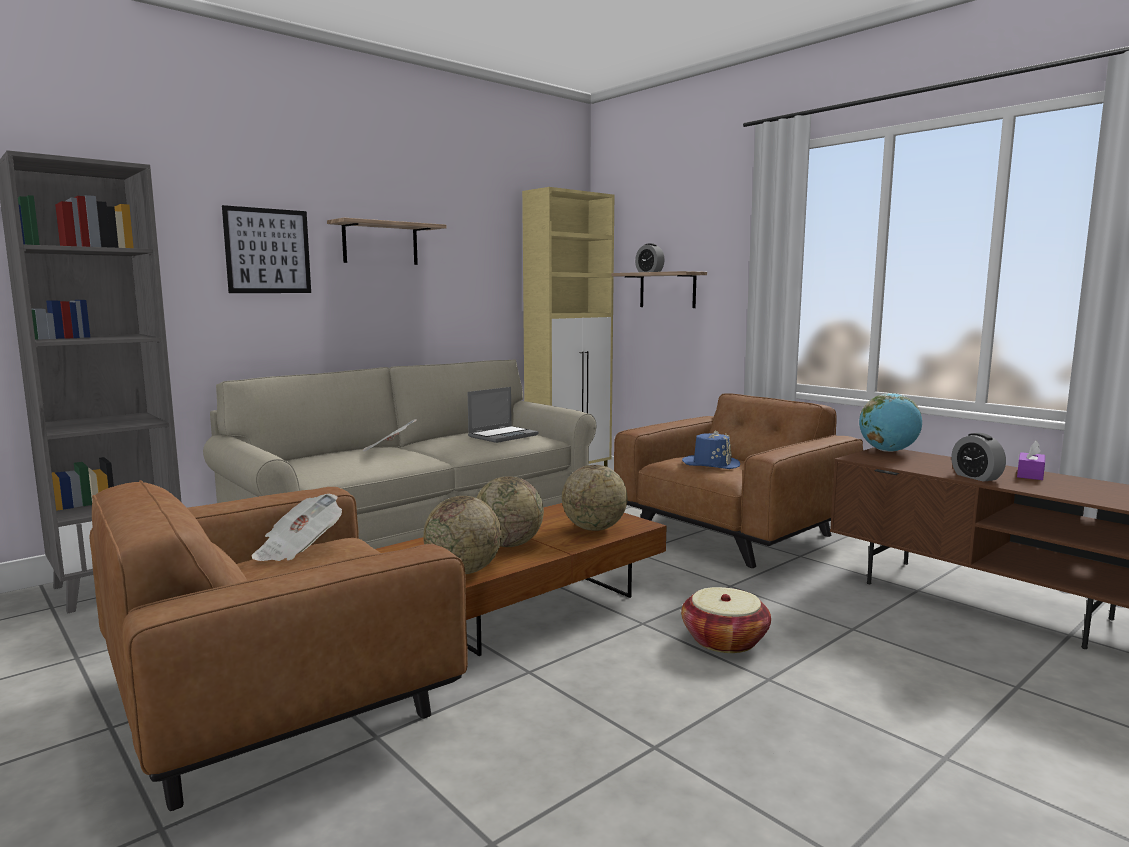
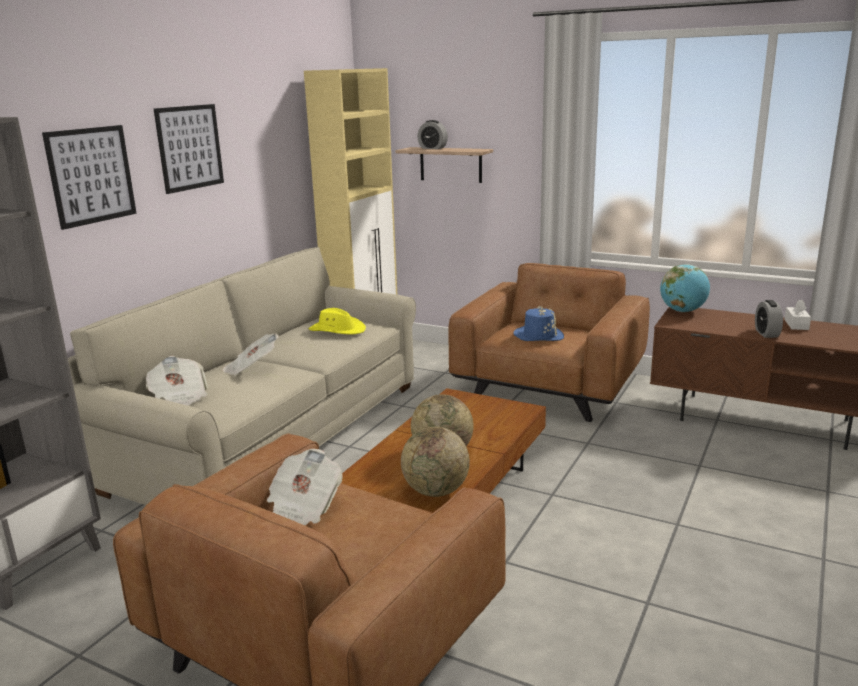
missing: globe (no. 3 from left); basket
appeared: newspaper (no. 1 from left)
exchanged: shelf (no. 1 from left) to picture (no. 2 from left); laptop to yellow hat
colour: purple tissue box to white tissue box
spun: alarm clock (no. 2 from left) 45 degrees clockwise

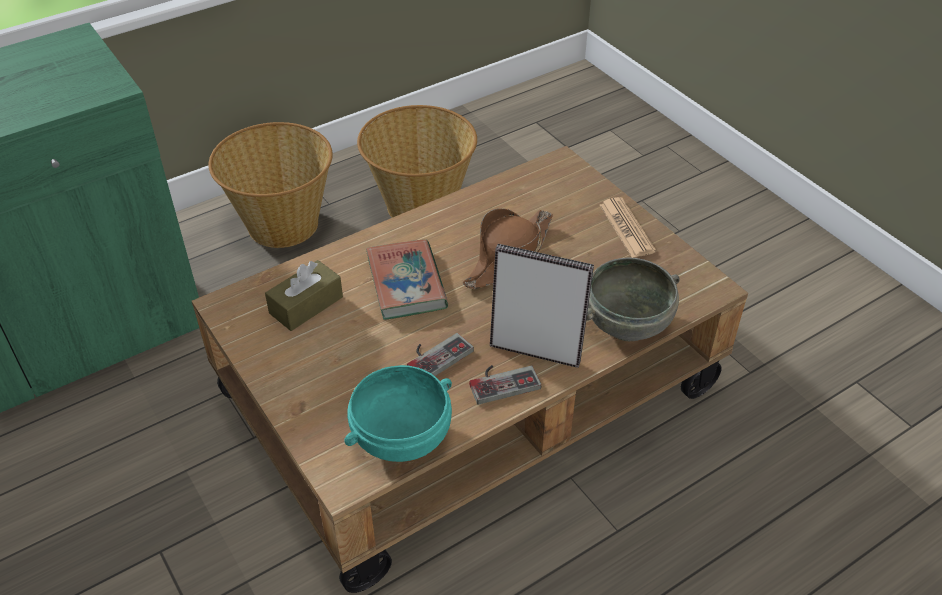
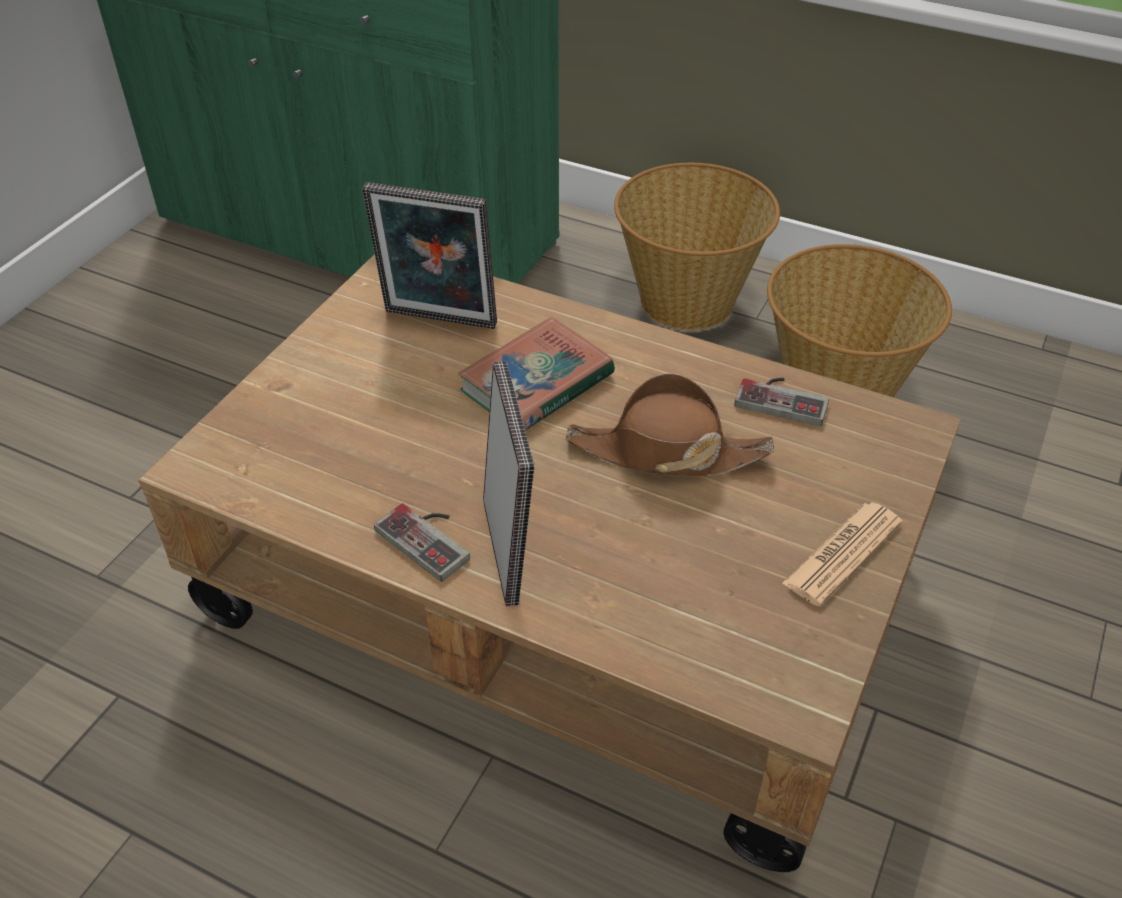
missing: grey bowl; turquoise bowl
relocated: game controller (no. 1 from left in the first image) to game controller (no. 2 from left)
exchanged: brown tissue box to picture frame (no. 1 from left)

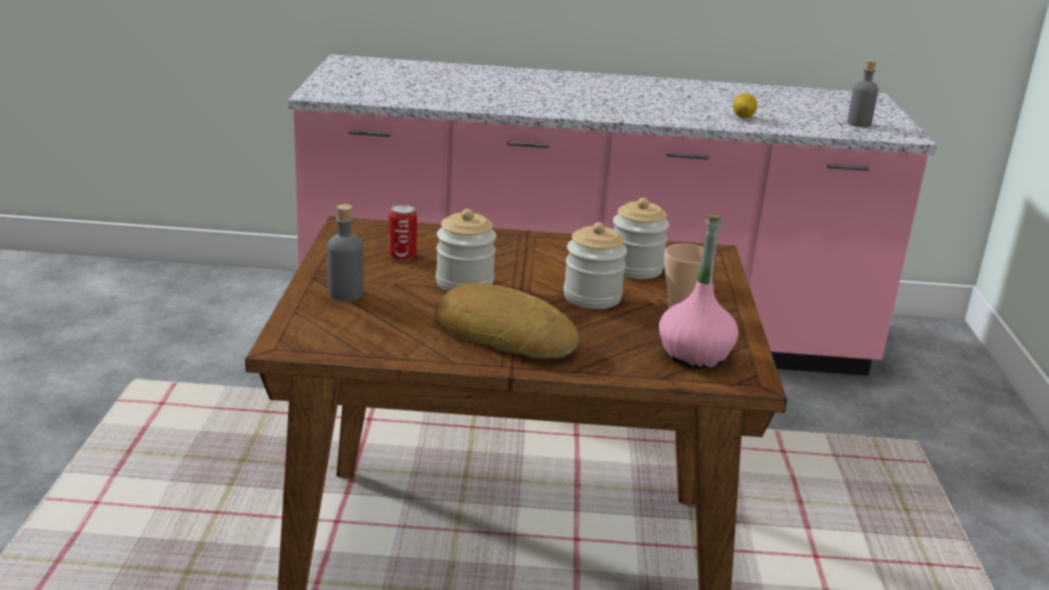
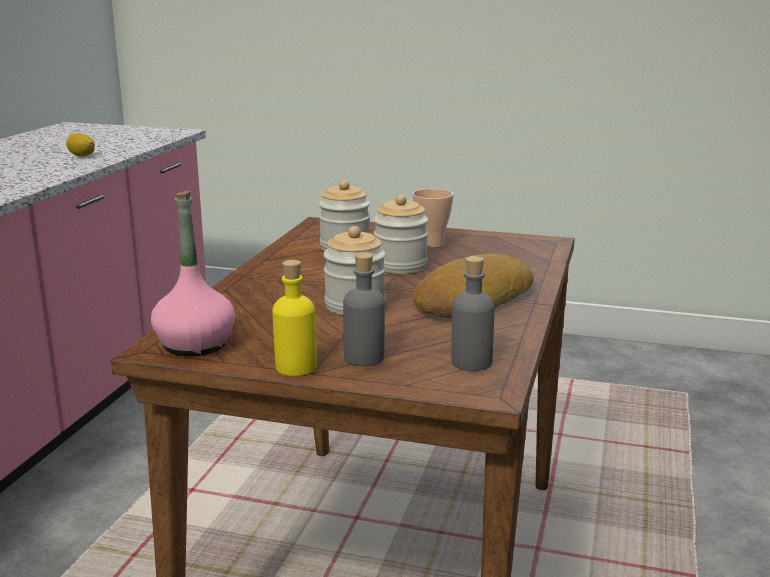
missing: can
appeared: yellow bottle
relocated: grey bottle (no. 2 from left); pink bottle

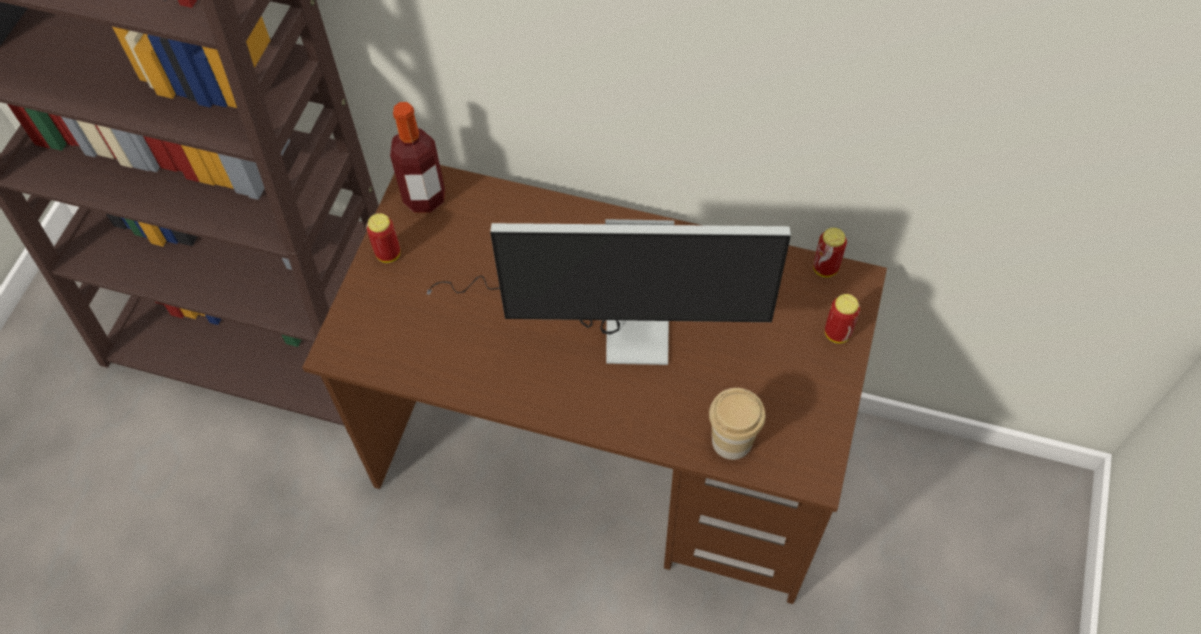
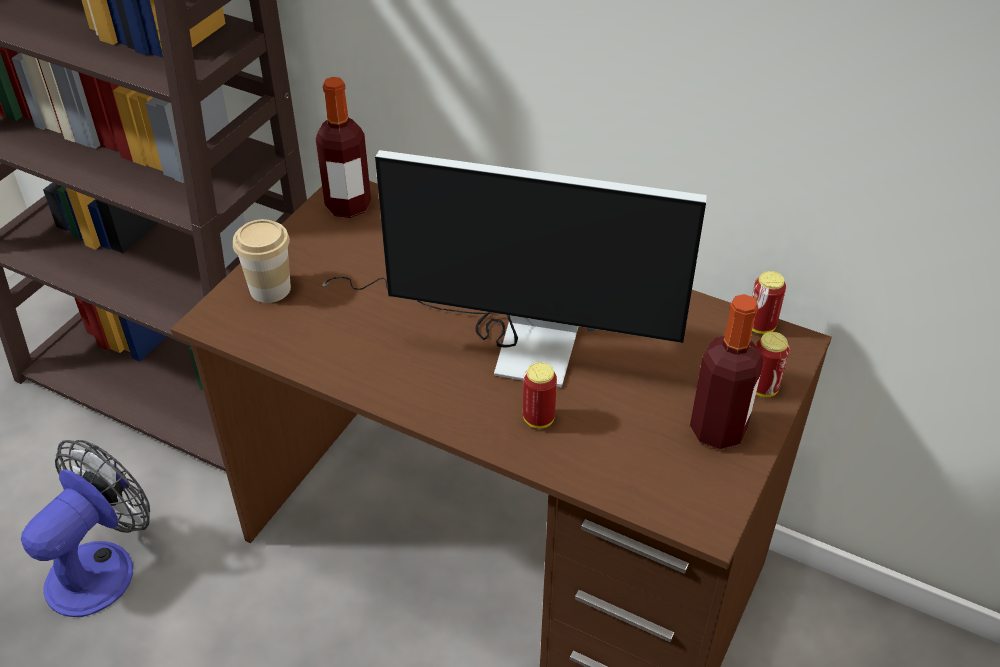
appeared: bottle (no. 2 from left); fan
relocated: can (no. 1 from left); cup

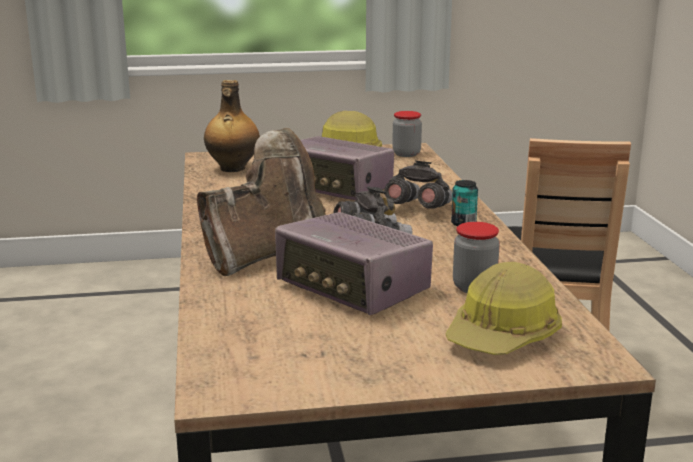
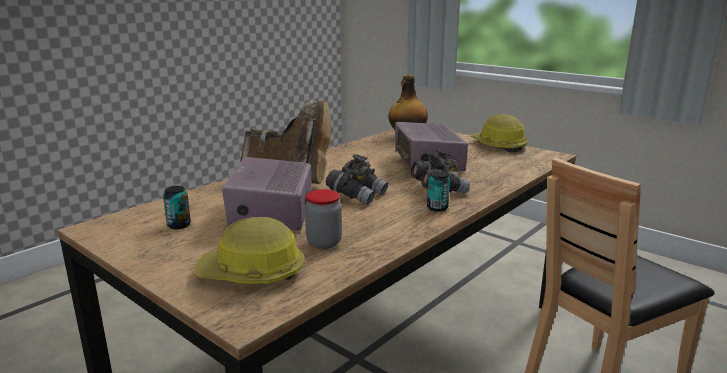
missing: jar (no. 1 from left)
appeared: can (no. 1 from left)

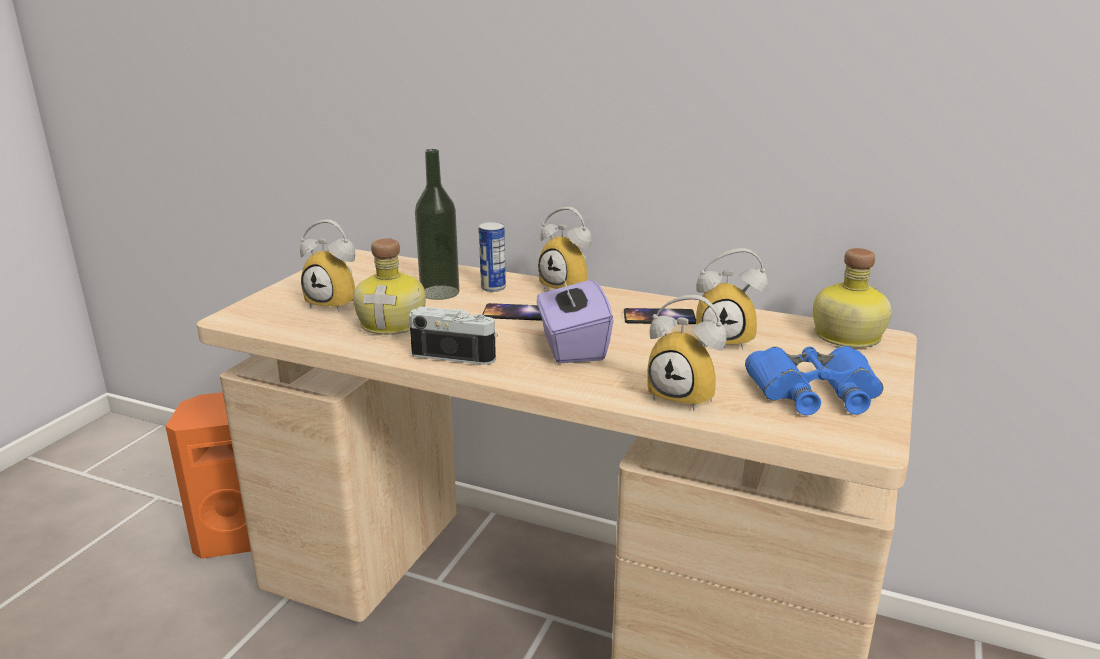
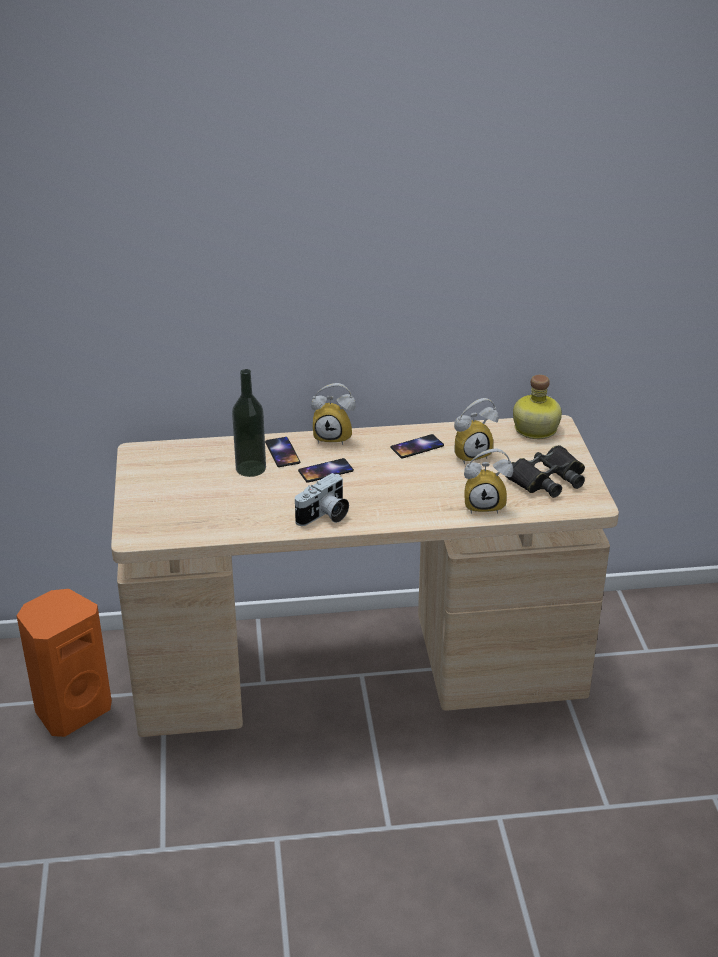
missing: alarm clock (no. 1 from left); bottle (no. 1 from left); purple tissue box
exchanged: can to phone (no. 1 from left)
colour: blue binoculars to black binoculars
spun: photo camera 150 degrees clockwise

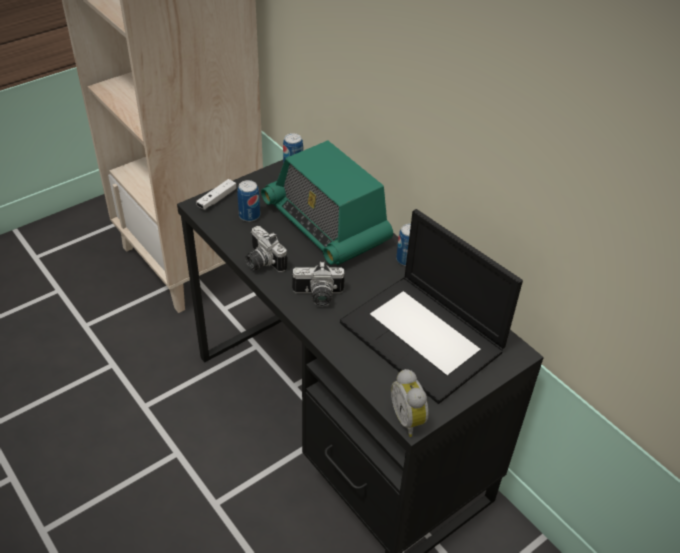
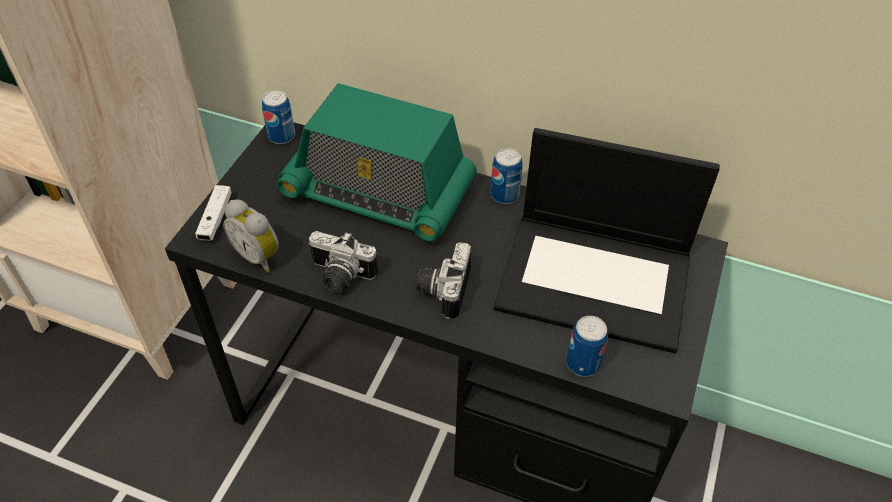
relocated: can (no. 1 from left in the first image) to can (no. 3 from left); alarm clock
spun: photo camera (no. 2 from left) 135 degrees clockwise

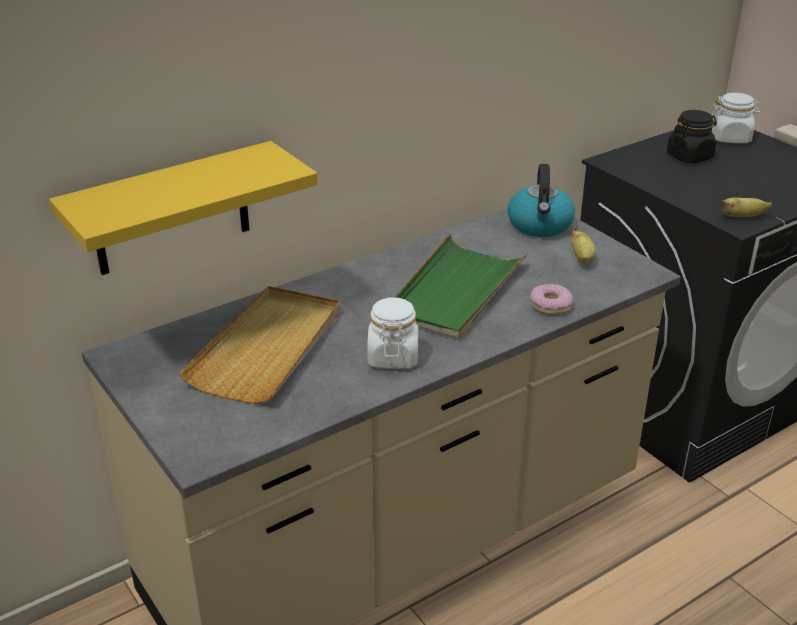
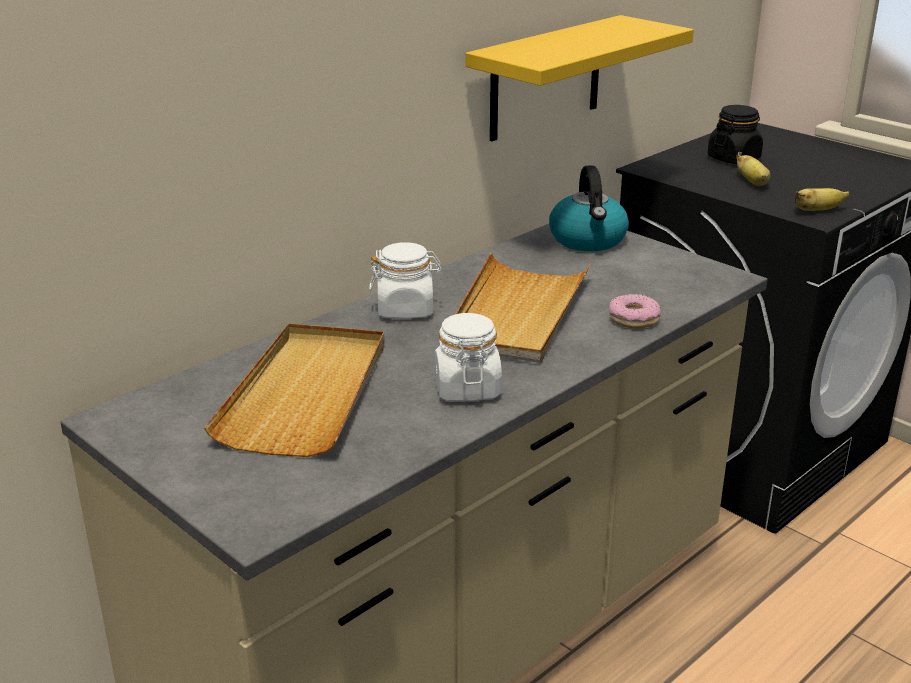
relocated: white jar (no. 2 from left in the first image) to white jar (no. 1 from left); yellow shelf; banana (no. 1 from left)
colour: green tray to beige tray (no. 2 from left)

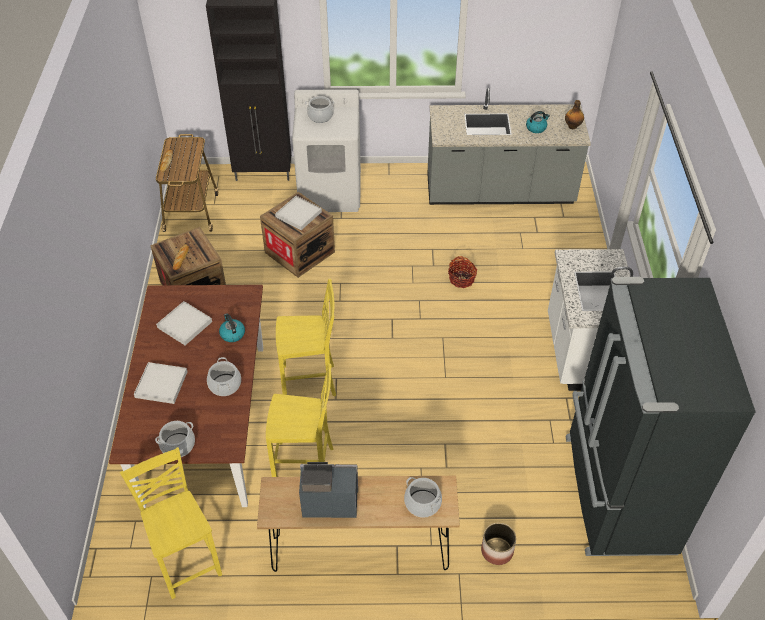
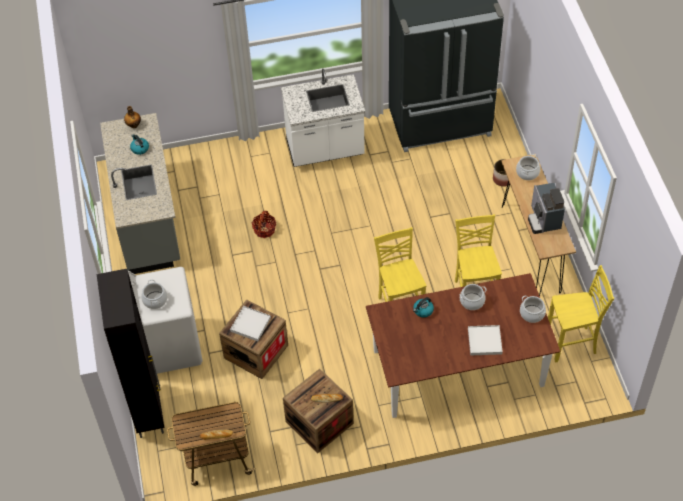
missing: white tray (no. 2 from left)
spun: yellow chair (no. 1 from left in the first image) 150 degrees counterclockwise

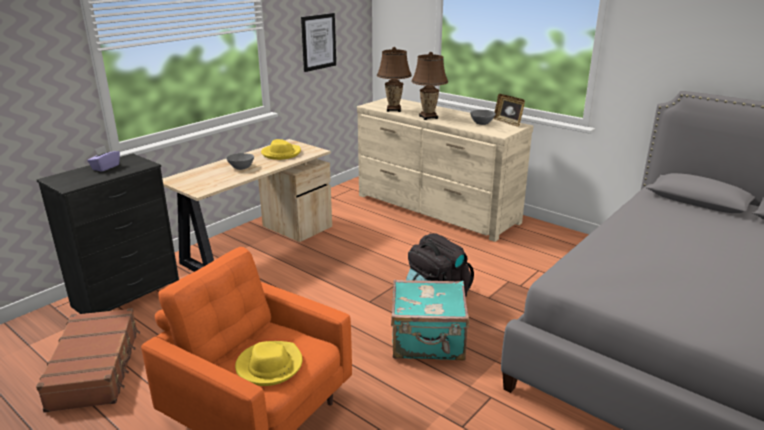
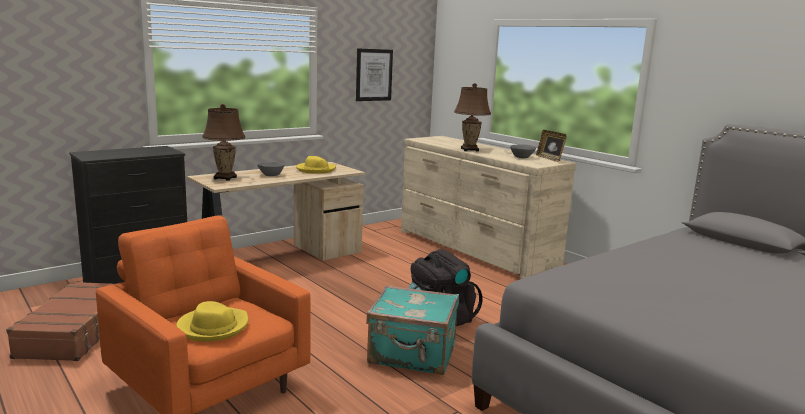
missing: purple tissue box
relocated: brown table lamp (no. 1 from left)

